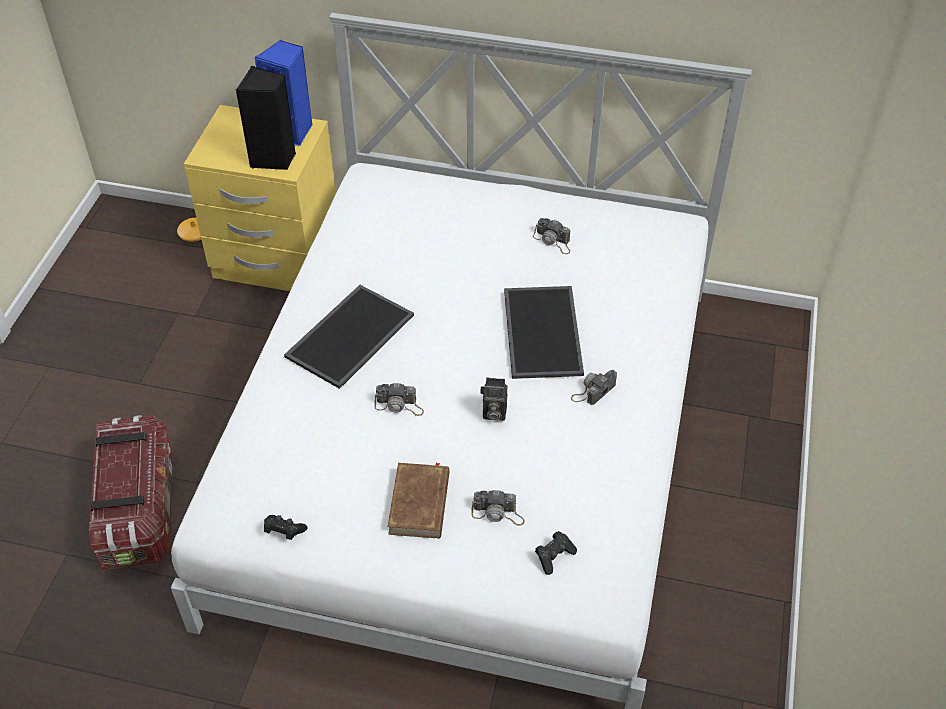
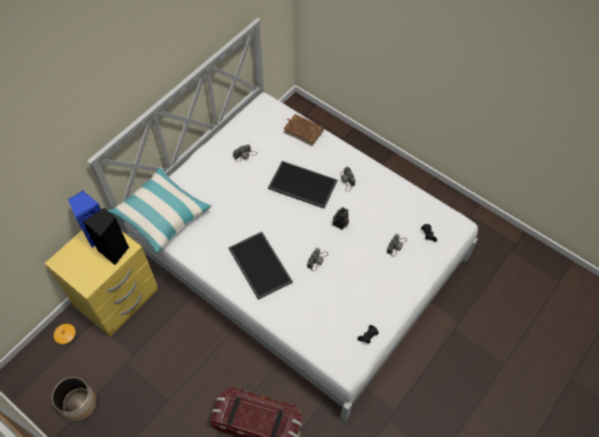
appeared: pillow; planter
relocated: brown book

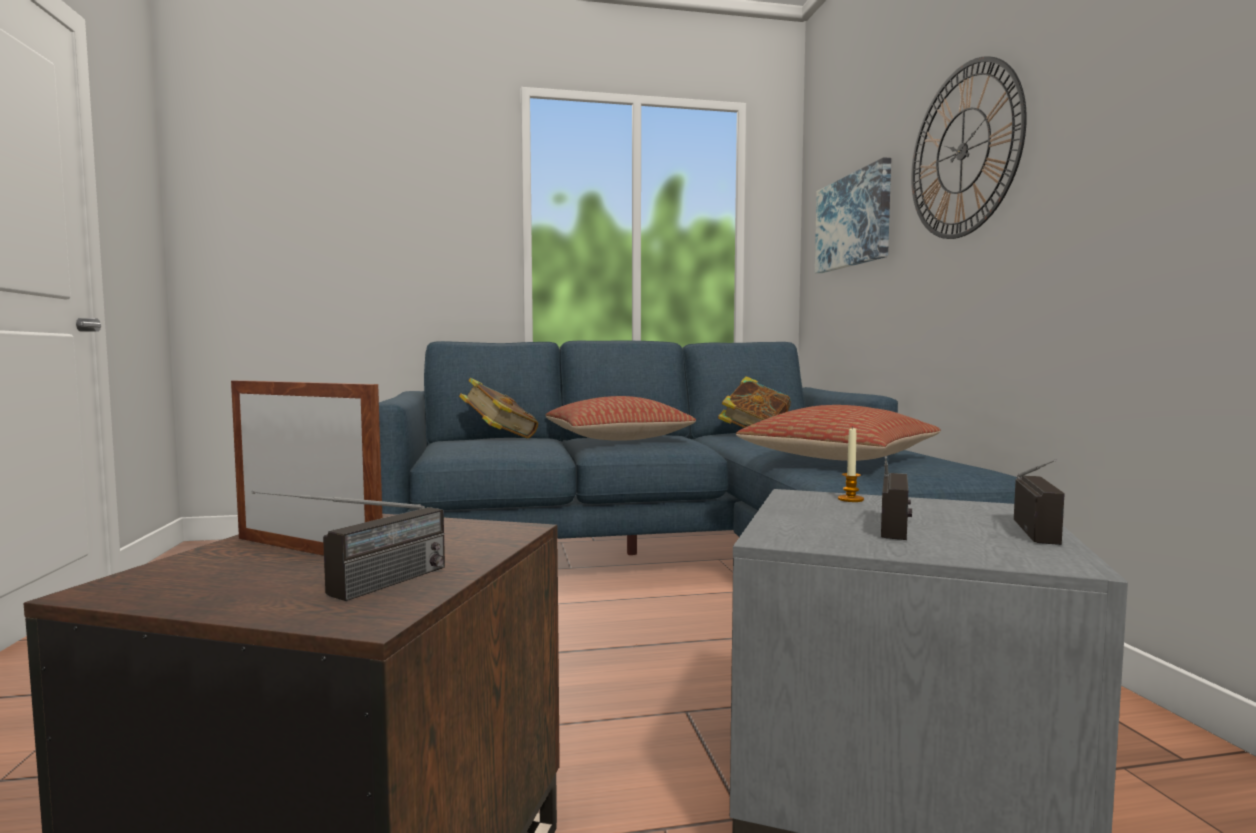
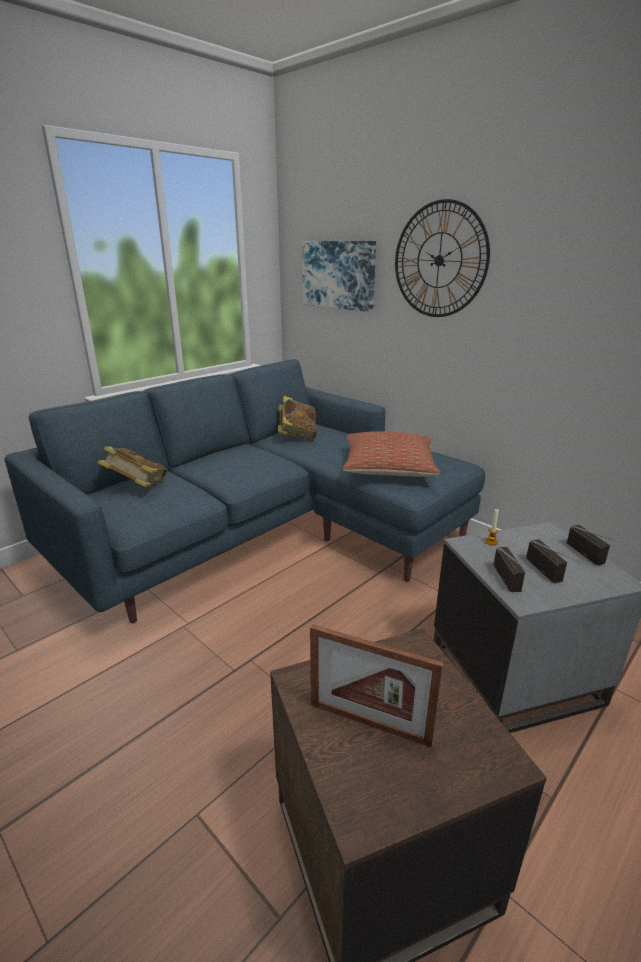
missing: pillow (no. 1 from left)
relocated: radio (no. 1 from left)
spun: picture frame 150 degrees counterclockwise

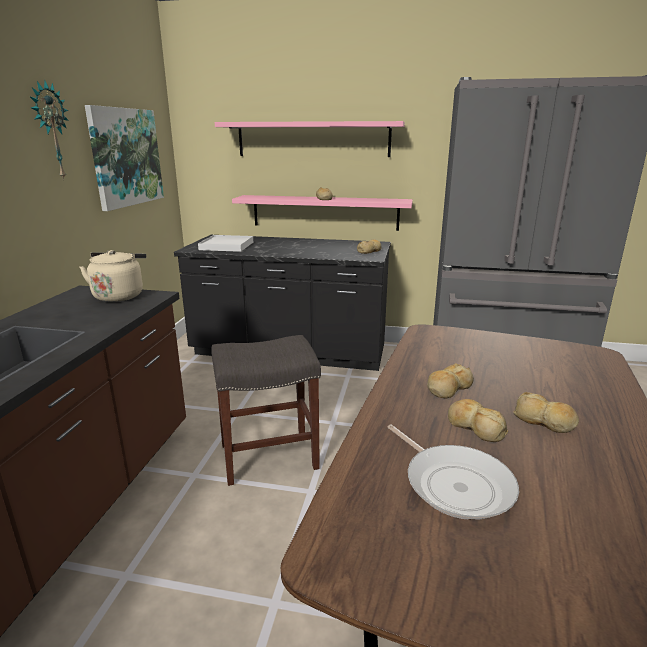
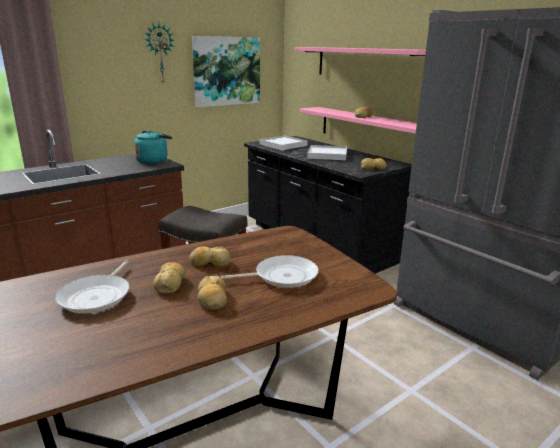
appeared: white tray (no. 2 from left); frying pan (no. 2 from left)
colour: beige kettle to turquoise kettle

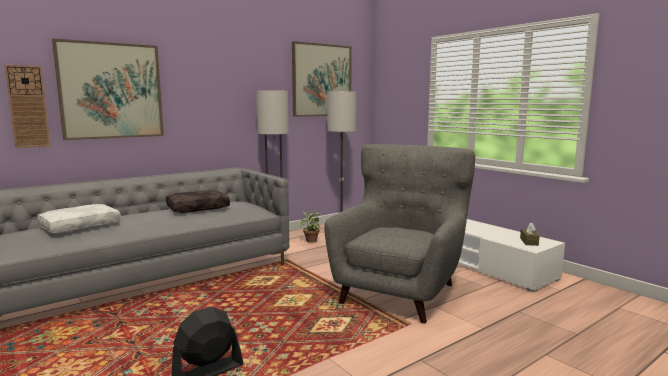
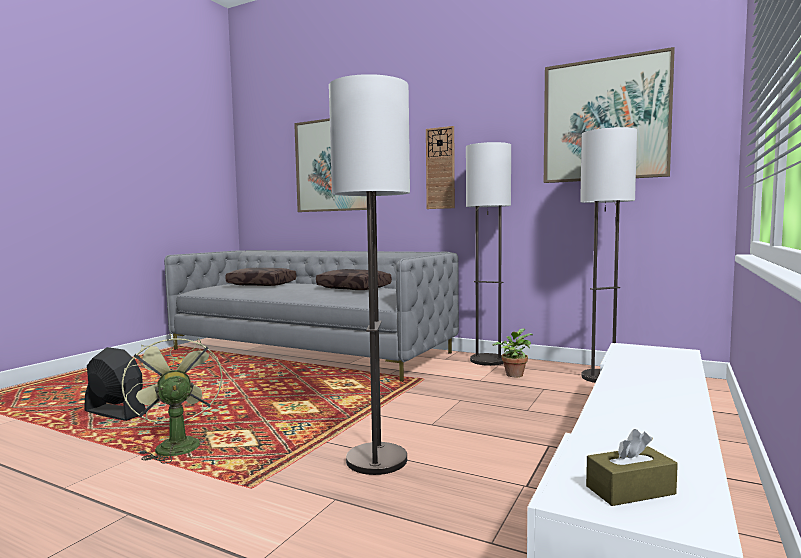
appeared: green fan
relocated: wall clock
exchanged: grey armchair to floor lamp (no. 1 from left)
colour: white pillow to brown pillow (no. 1 from left)

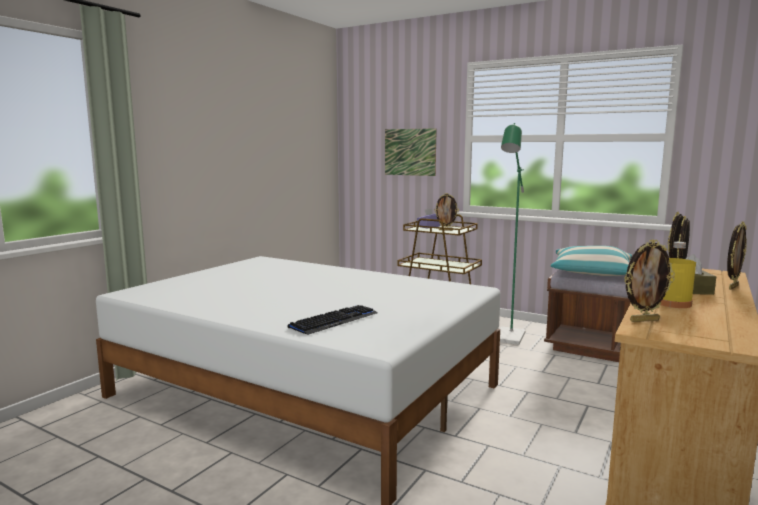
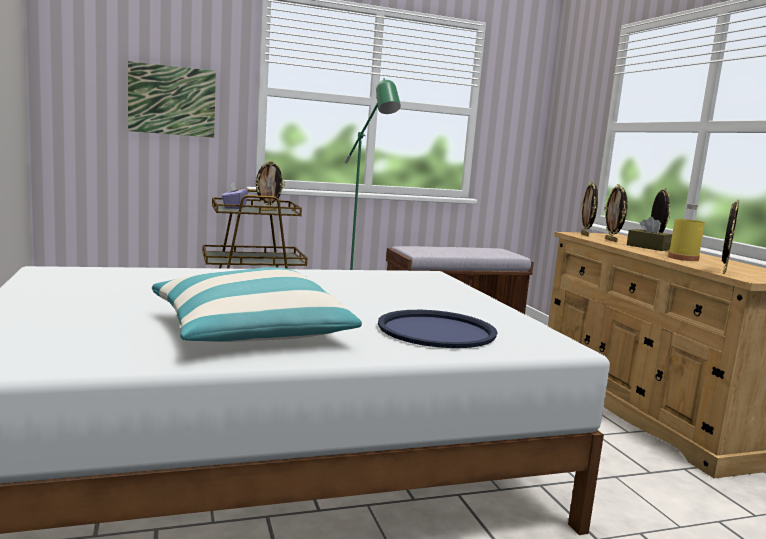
relocated: pillow
exchanged: keyboard to blue tray

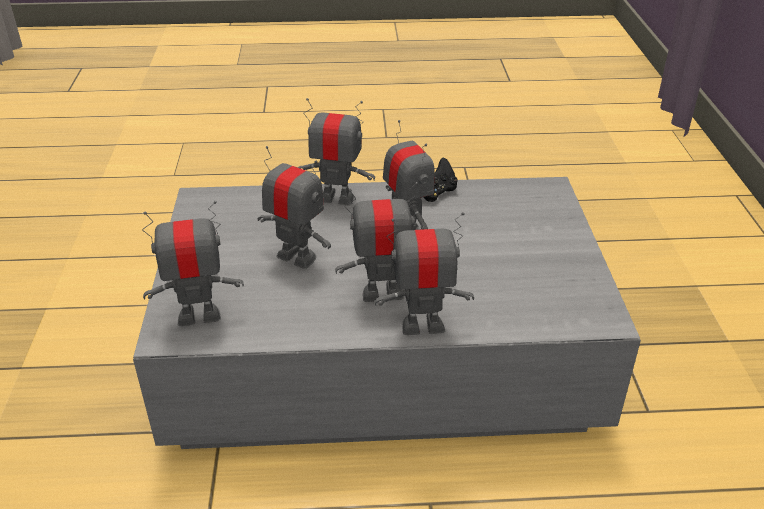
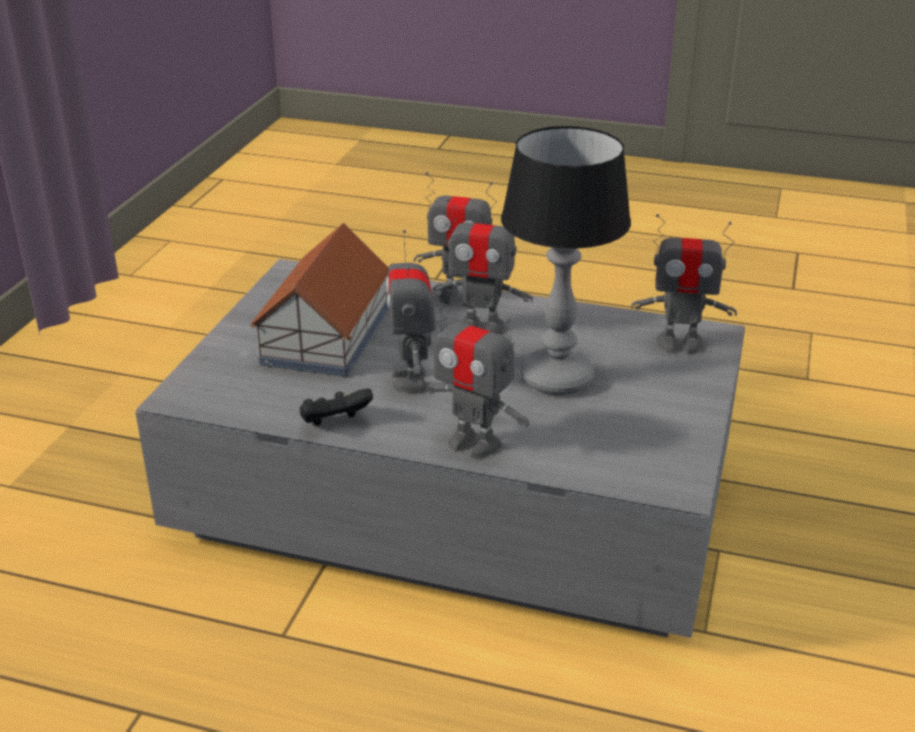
appeared: toy house
exchanged: toy robot (no. 2 from left) to table lamp

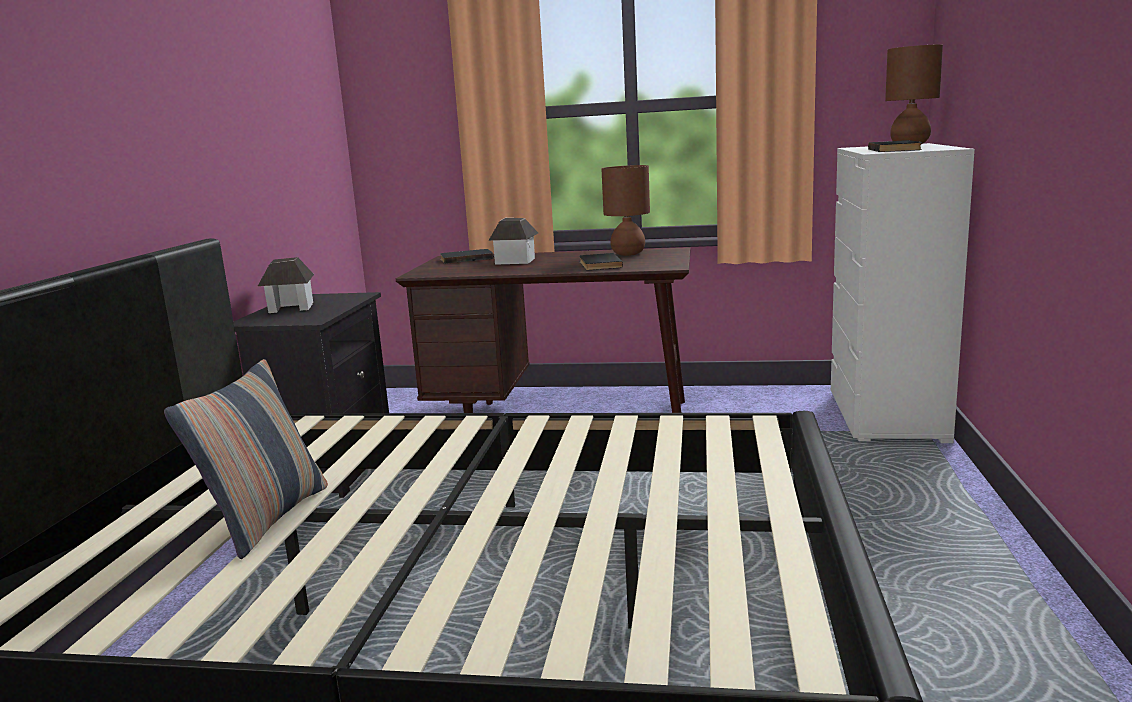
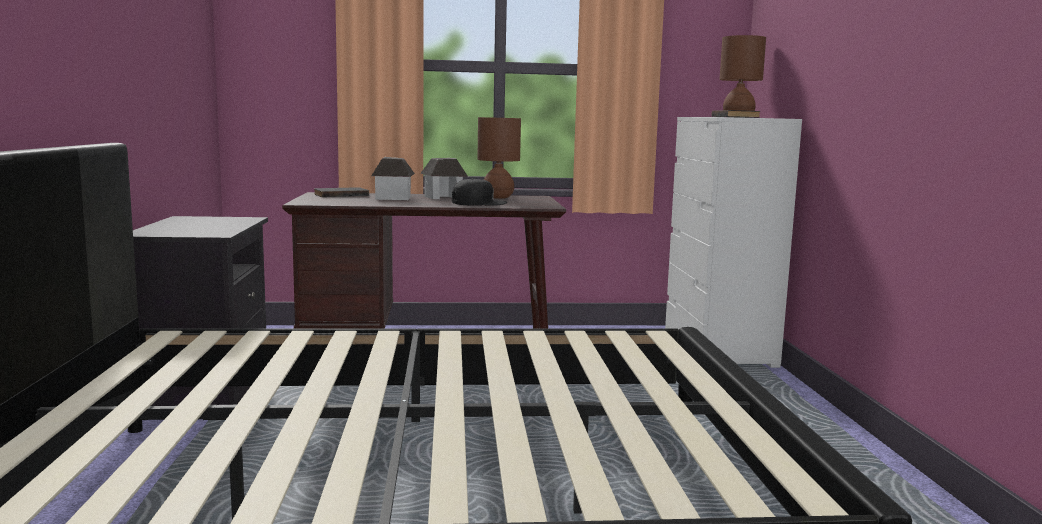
missing: pillow
relocated: toy house (no. 1 from left in the first image) to toy house (no. 2 from left)
exchanged: black book (no. 2 from left) to black cap

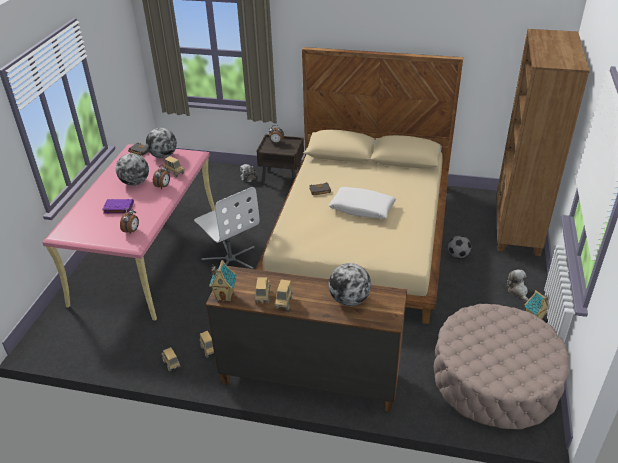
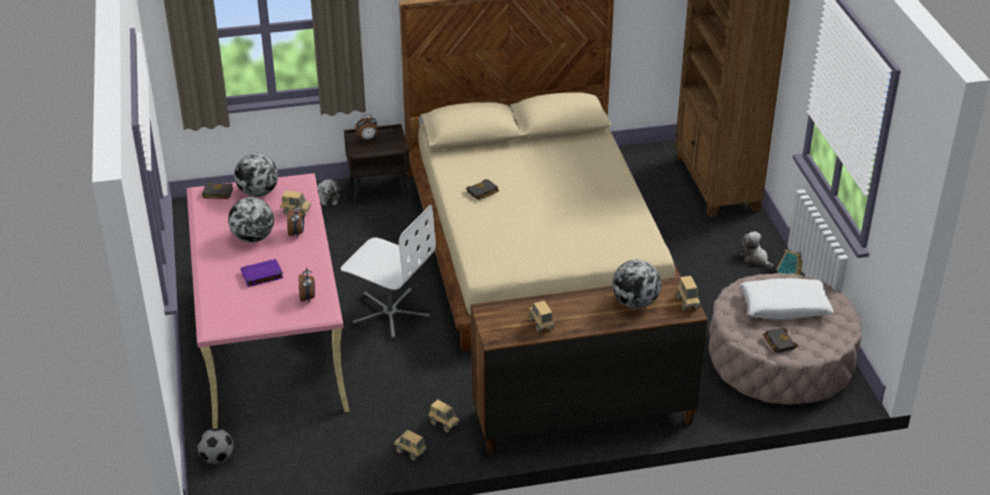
missing: toy house (no. 1 from left)
appeared: black book (no. 3 from left)
relocated: white pillow; football; toy truck (no. 5 from left)

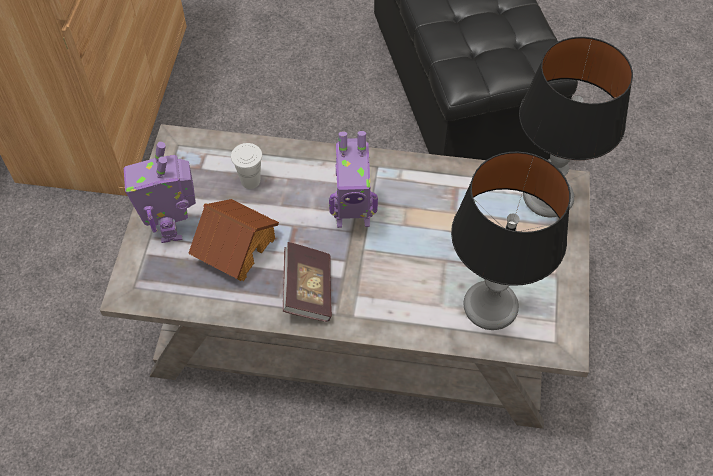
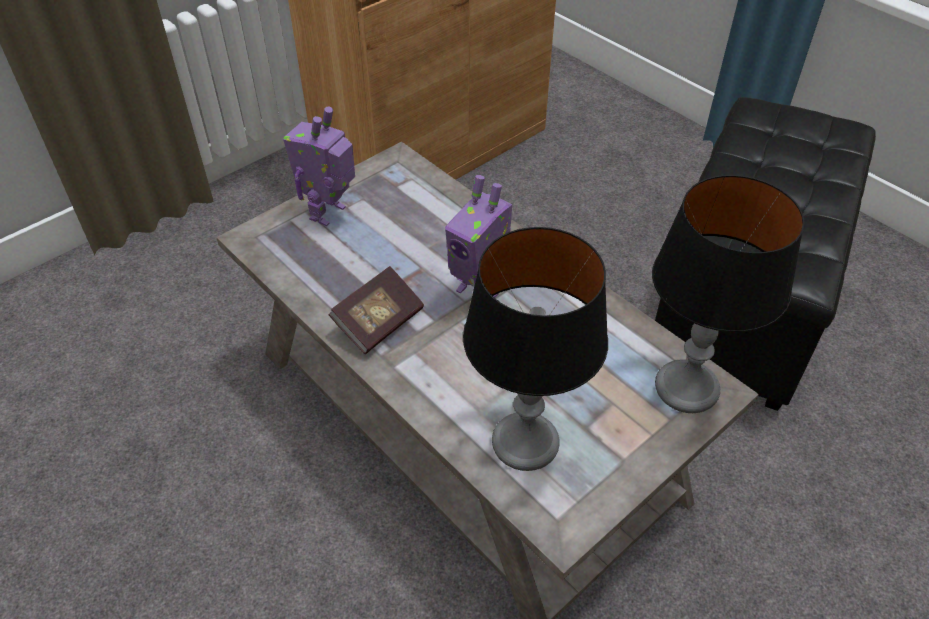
missing: white cup; toy house

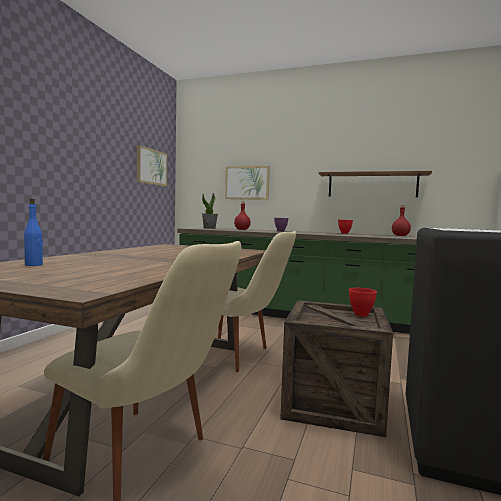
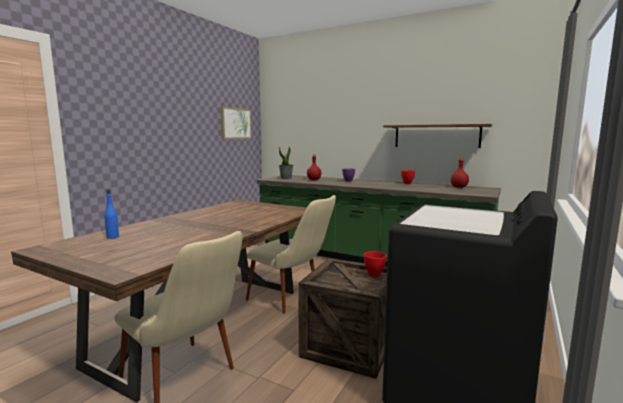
missing: picture (no. 2 from left)

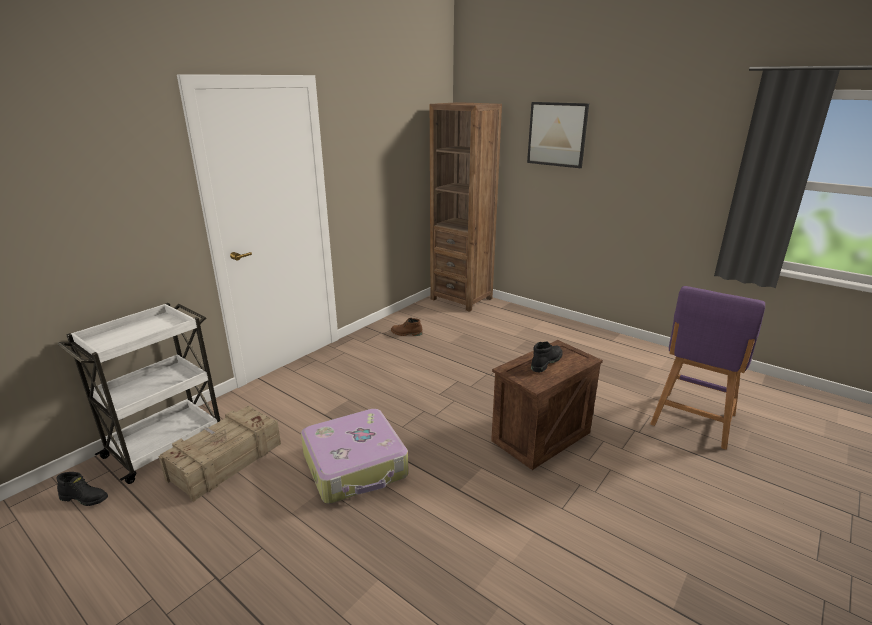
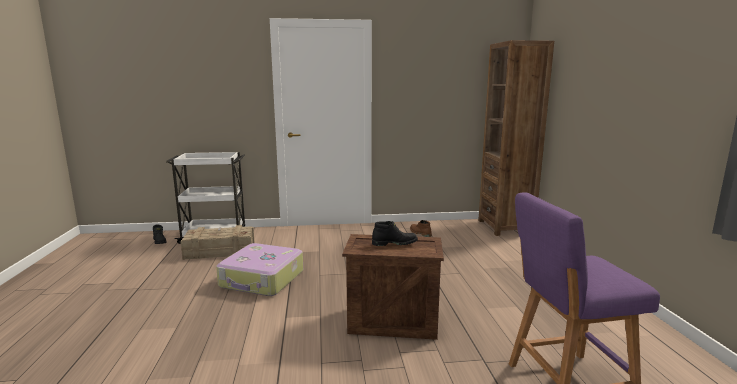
missing: picture

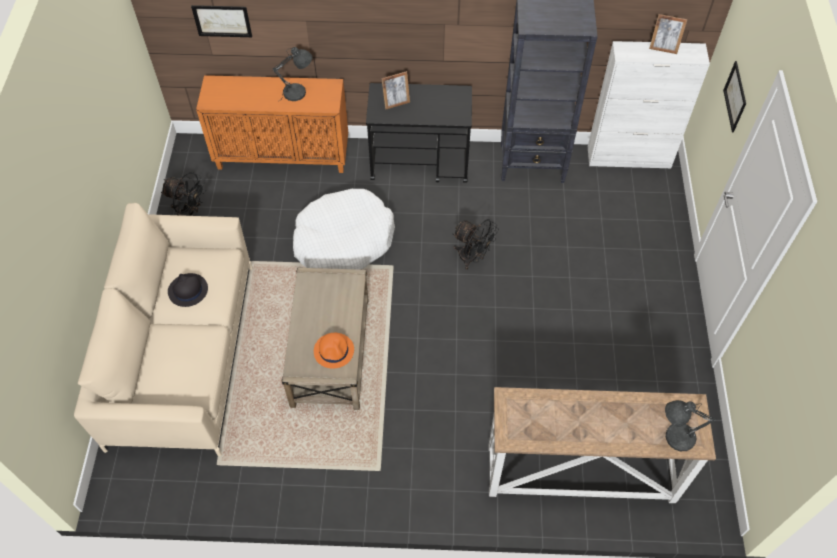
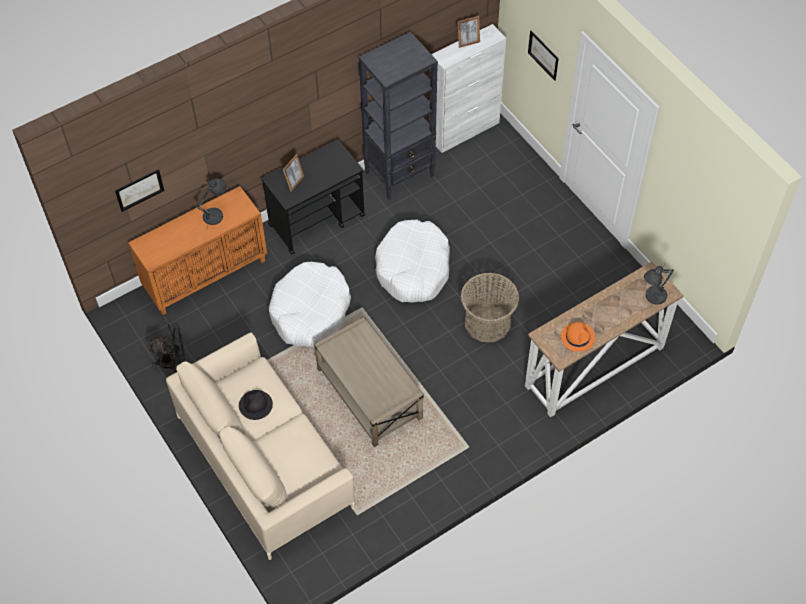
appeared: basket
relocated: orange hat
exchanged: black fan (no. 2 from left) to white dog bed (no. 2 from left)

